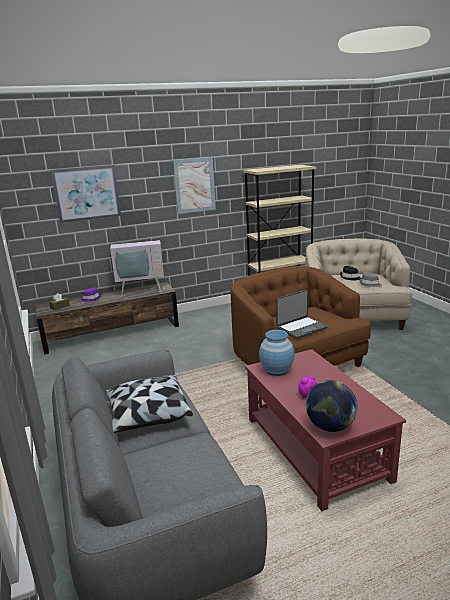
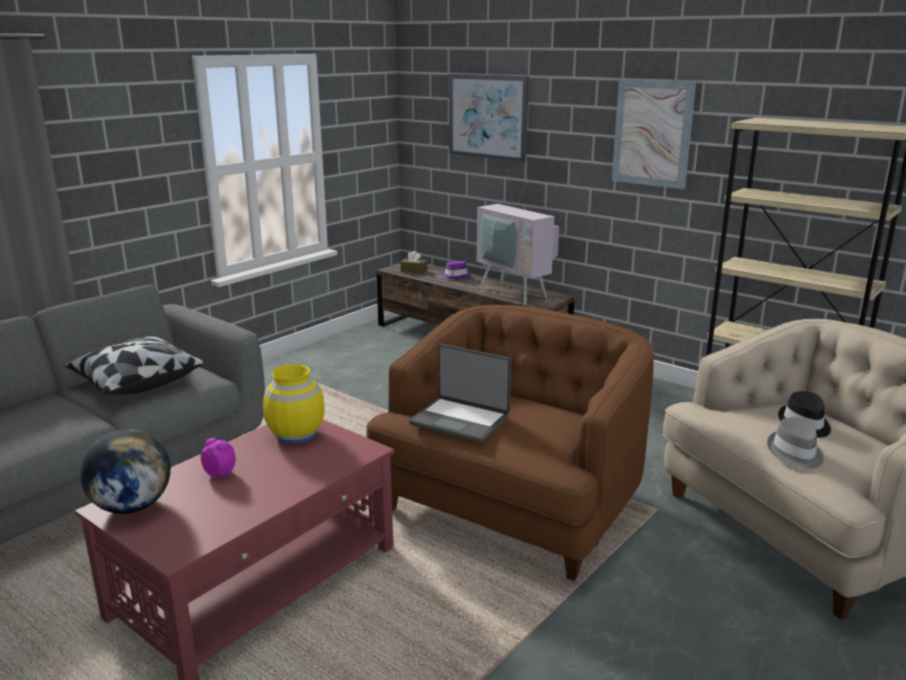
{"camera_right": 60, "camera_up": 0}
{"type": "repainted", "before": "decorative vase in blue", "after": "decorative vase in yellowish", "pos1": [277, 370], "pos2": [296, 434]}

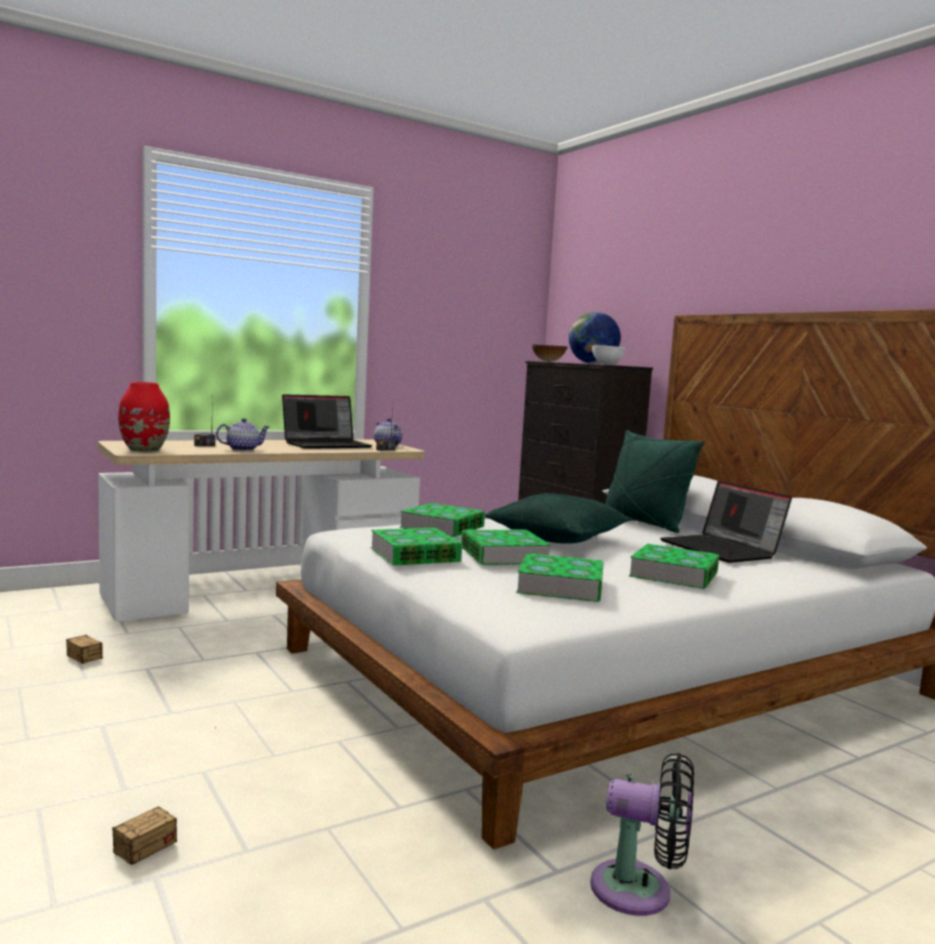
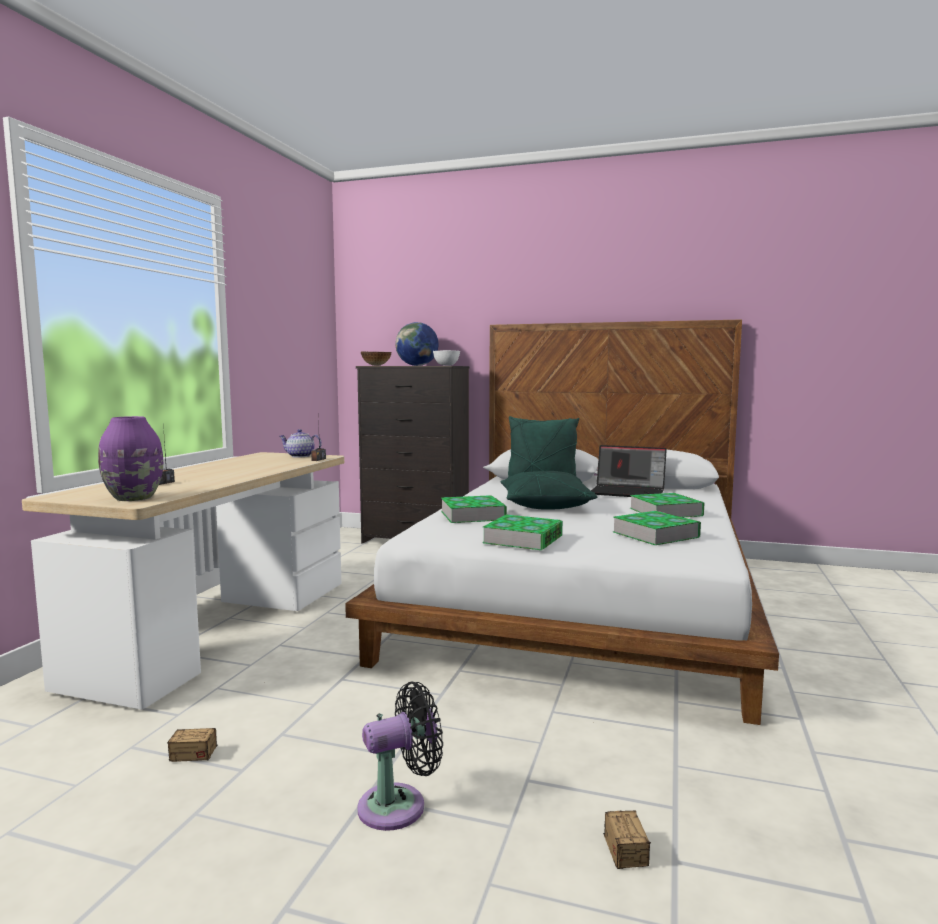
{"camera_right": -40, "camera_up": 0}
{"type": "repainted", "before": "decorative vase in red", "after": "decorative vase in purple", "pos1": [144, 450], "pos2": [134, 498]}
{"type": "gone", "before": "tea pot", "pos1": [243, 449]}
{"type": "gone", "before": "laptop", "pos1": [327, 445]}
{"type": "gone", "before": "bound book", "pos1": [503, 555]}
{"type": "shifted", "before": "fan in blackish", "pos1": [640, 891], "pos2": [399, 805]}

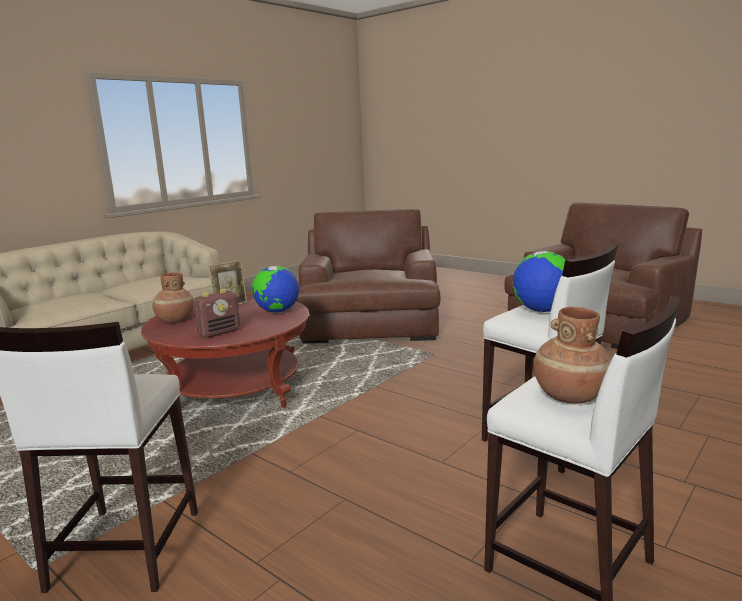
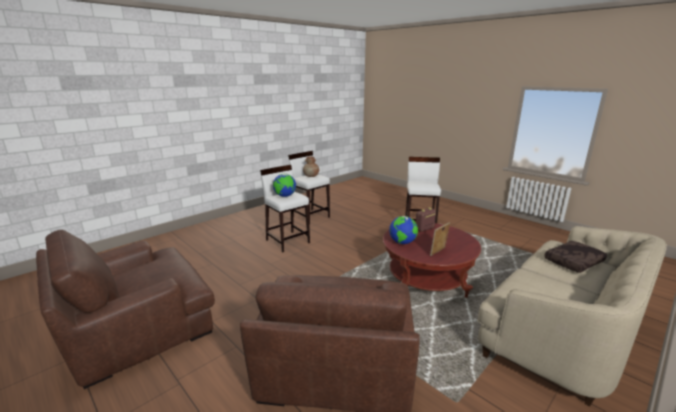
{"camera_right": -175, "camera_up": 5}
{"type": "gone", "before": "decorative vase in brown-coloured", "pos1": [175, 320]}
{"type": "new", "after": "pillow in brown-coloured", "pos2": [574, 262]}

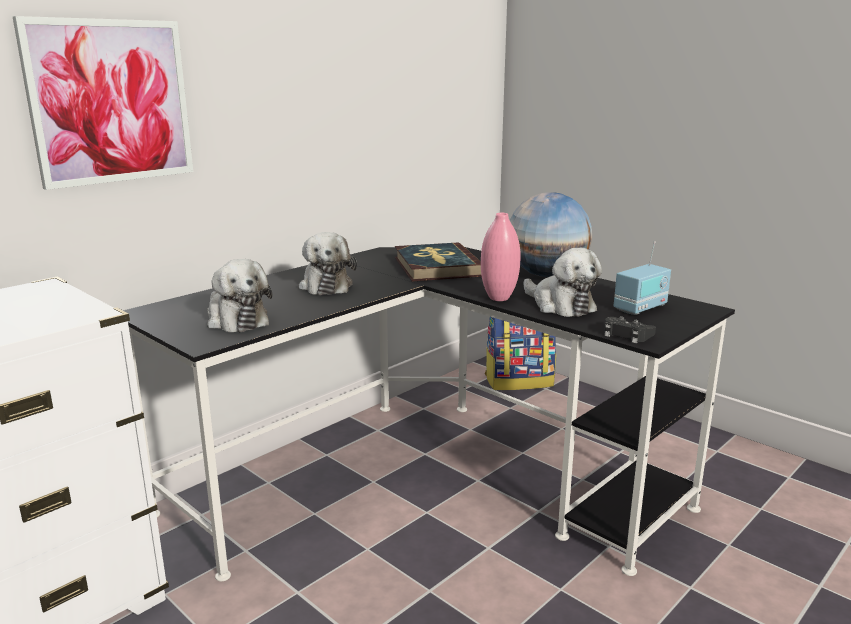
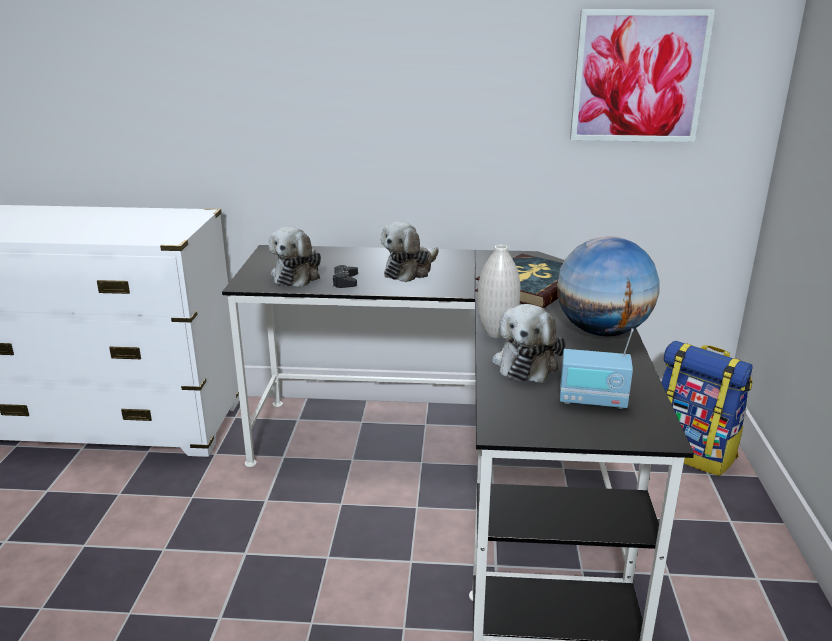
{"camera_right": 50, "camera_up": 5}
{"type": "shifted", "before": "wall picture", "pos1": [110, 102], "pos2": [638, 76]}
{"type": "repainted", "before": "decorative vase in pink", "after": "decorative vase in white-coloured", "pos1": [499, 298], "pos2": [496, 333]}
{"type": "shifted", "before": "game controller in blackish", "pos1": [626, 335], "pos2": [345, 281]}

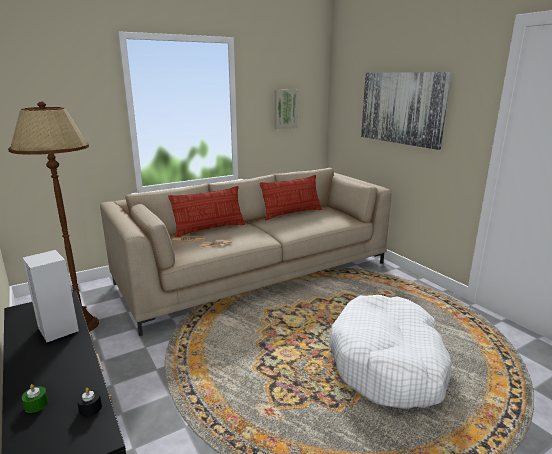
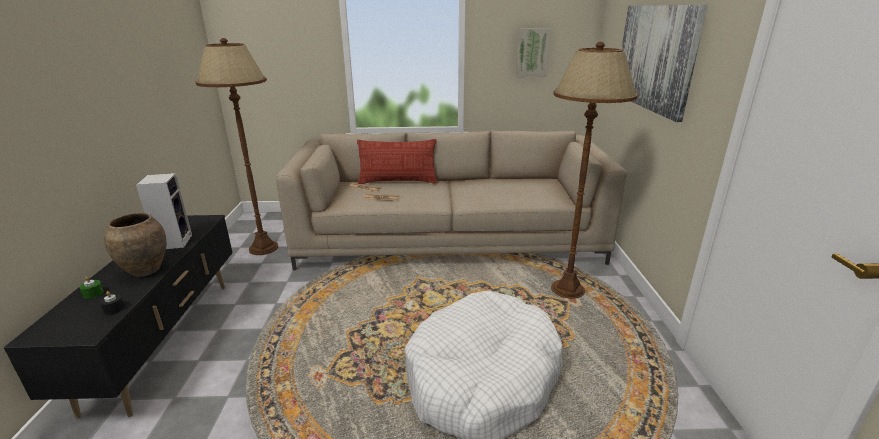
{"camera_right": 30, "camera_up": 5}
{"type": "gone", "before": "pillow", "pos1": [291, 213]}
{"type": "new", "after": "decorative vase in brown-coloured", "pos2": [145, 271]}
{"type": "new", "after": "standard lamp in brown-coloured", "pos2": [568, 290]}

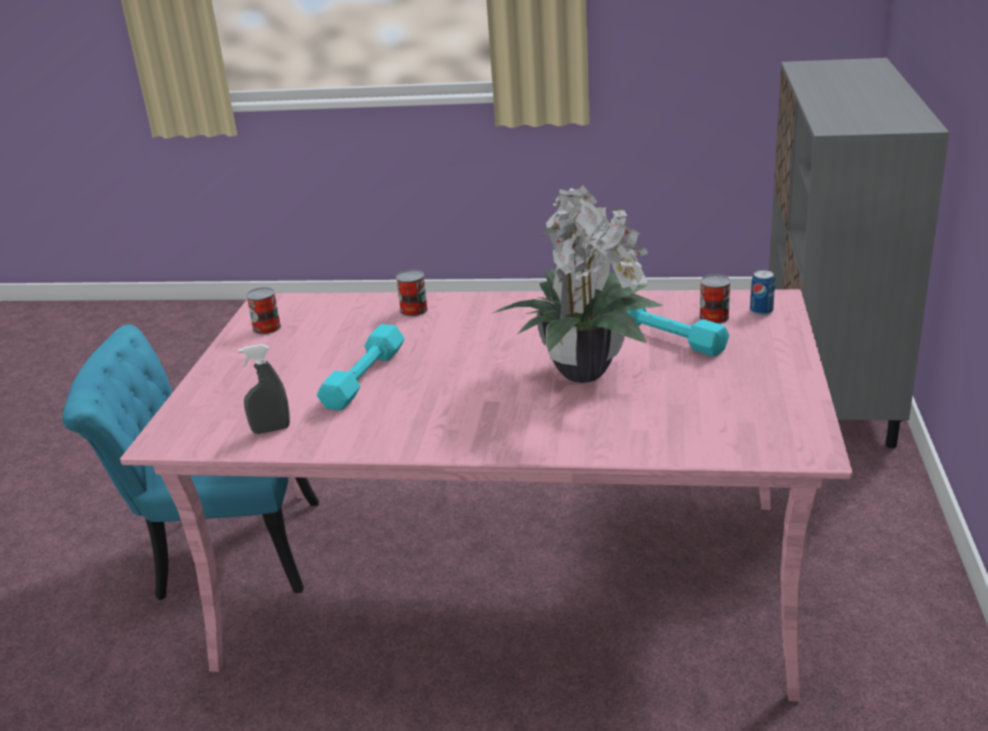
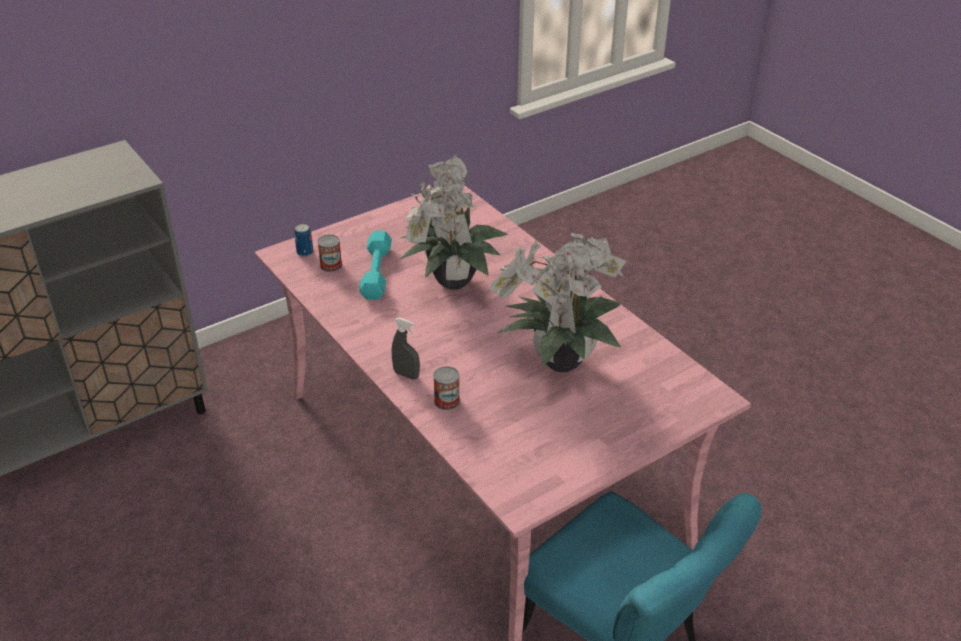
{"camera_right": -135, "camera_up": 10}
{"type": "shifted", "before": "sprayer in greyish", "pos1": [271, 430], "pos2": [406, 375]}
{"type": "gone", "before": "metal can", "pos1": [267, 328]}
{"type": "swapped", "before": "hand weight in turquoise", "after": "houseplant", "pos1": [364, 378], "pos2": [557, 362]}

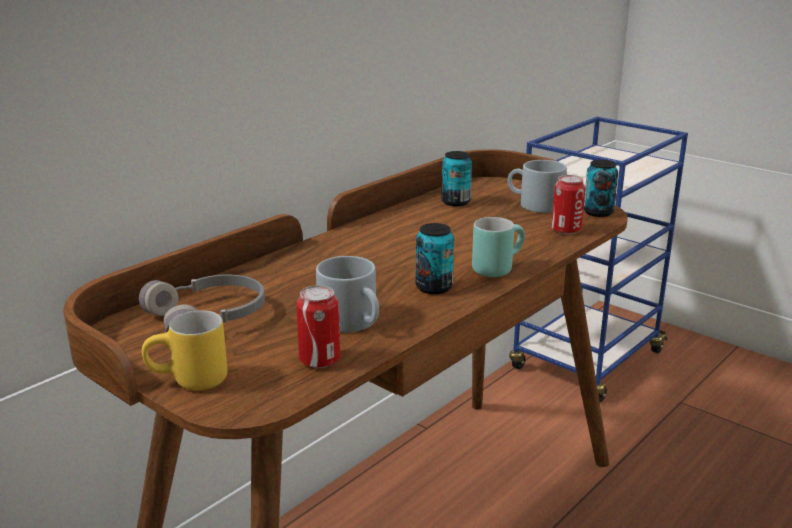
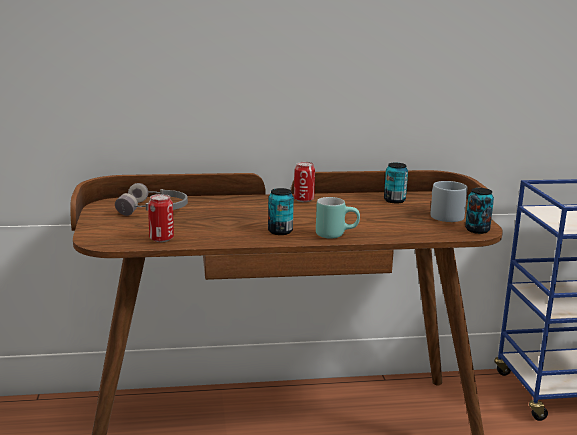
{"camera_right": 40, "camera_up": -5}
{"type": "gone", "before": "tea mug in yellowish", "pos1": [189, 383]}
{"type": "gone", "before": "tea mug in greyish", "pos1": [354, 322]}
{"type": "shifted", "before": "metal can", "pos1": [566, 230], "pos2": [303, 199]}

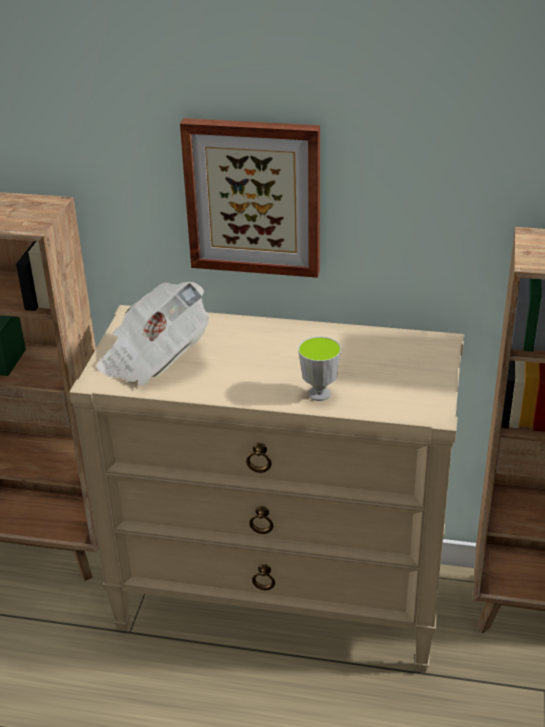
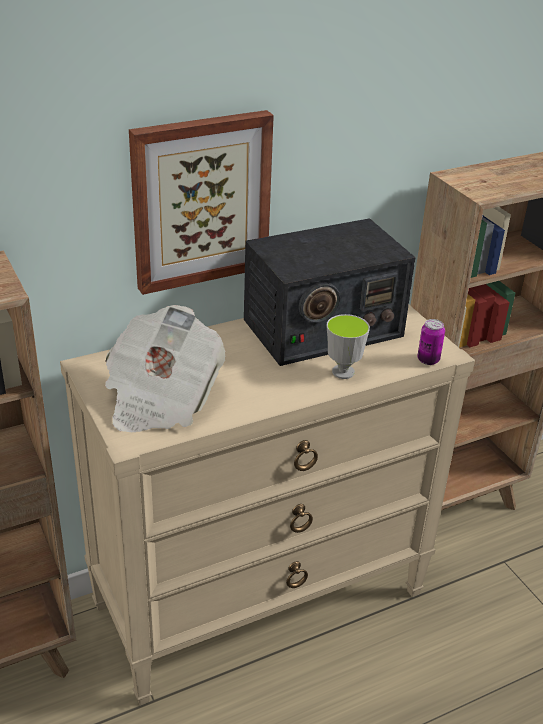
{"camera_right": -40, "camera_up": 0}
{"type": "new", "after": "radio receiver", "pos2": [322, 328]}
{"type": "new", "after": "metal can", "pos2": [428, 360]}

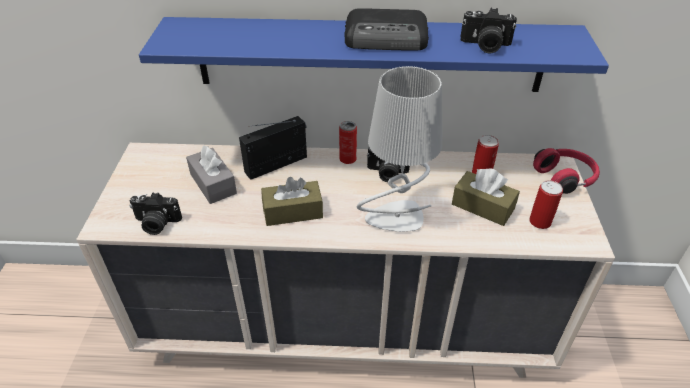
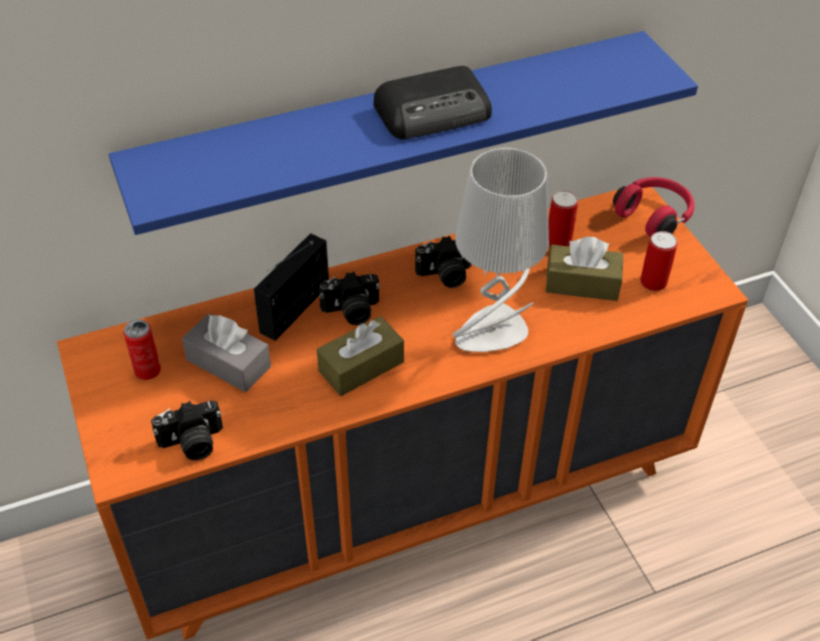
{"camera_right": -25, "camera_up": 5}
{"type": "repainted", "before": "chest of drawers in beige", "after": "chest of drawers in orange", "pos1": [346, 326], "pos2": [409, 494]}
{"type": "shifted", "before": "metal can", "pos1": [347, 159], "pos2": [148, 371]}
{"type": "shifted", "before": "photo camera", "pos1": [485, 46], "pos2": [351, 311]}

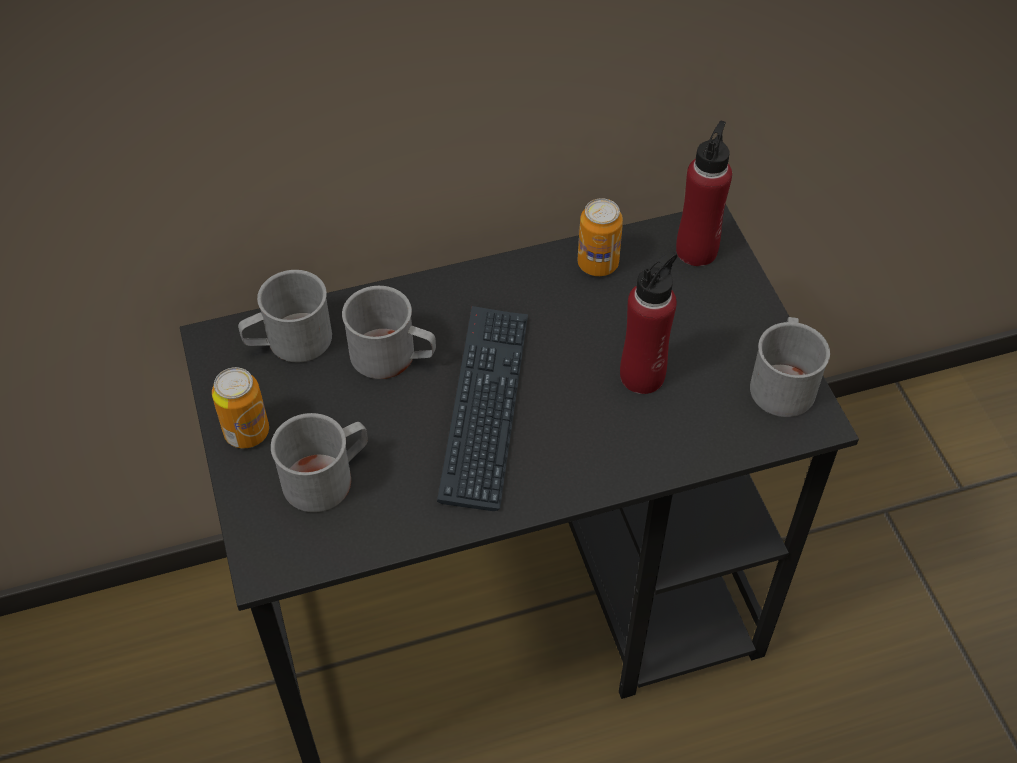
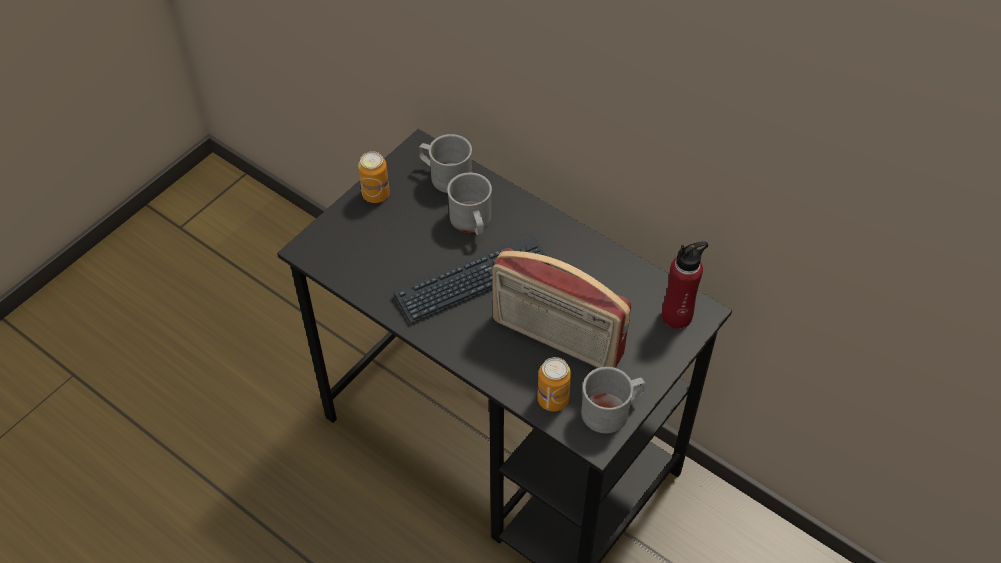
{"camera_right": 55, "camera_up": 0}
{"type": "gone", "before": "tea mug in greyish", "pos1": [327, 477]}
{"type": "shifted", "before": "metal can", "pos1": [598, 264], "pos2": [553, 399]}
{"type": "swapped", "before": "bottle in red", "after": "radio receiver", "pos1": [642, 376], "pos2": [556, 339]}

